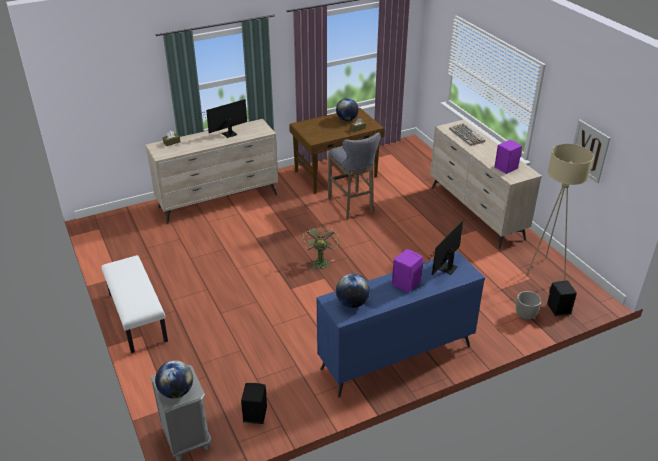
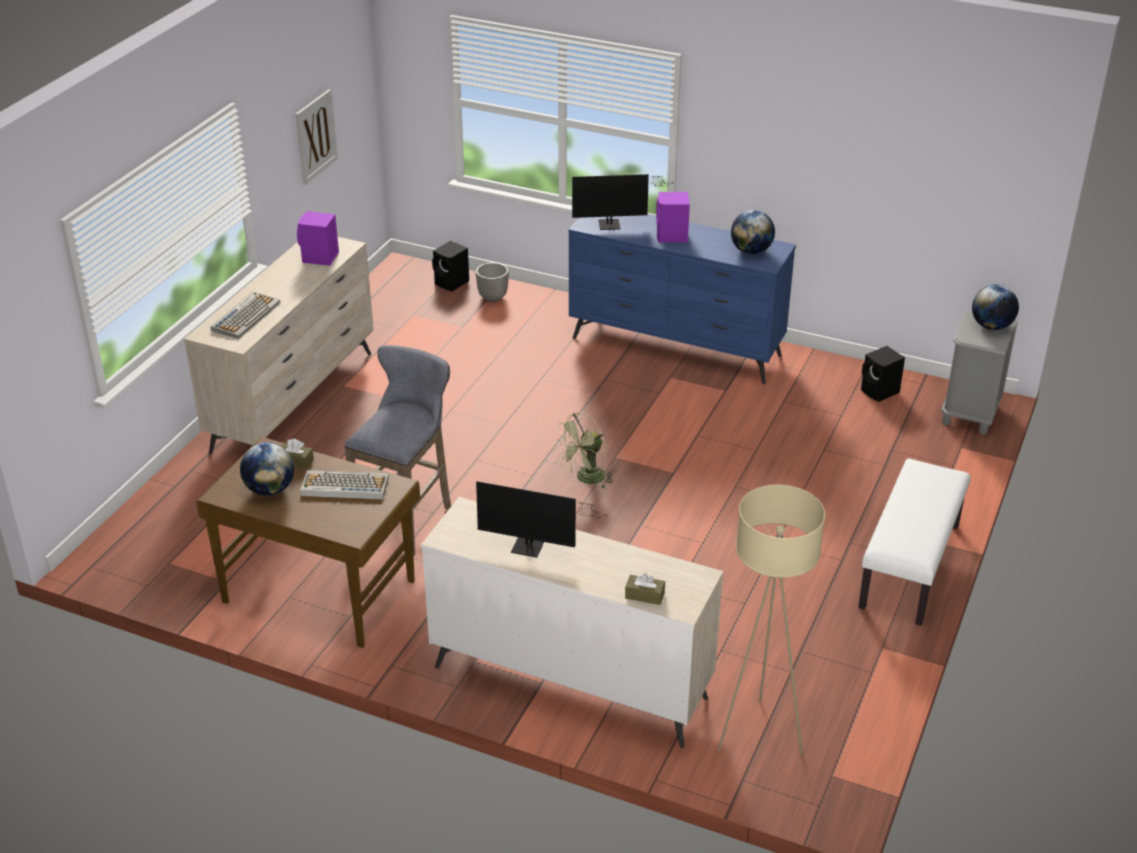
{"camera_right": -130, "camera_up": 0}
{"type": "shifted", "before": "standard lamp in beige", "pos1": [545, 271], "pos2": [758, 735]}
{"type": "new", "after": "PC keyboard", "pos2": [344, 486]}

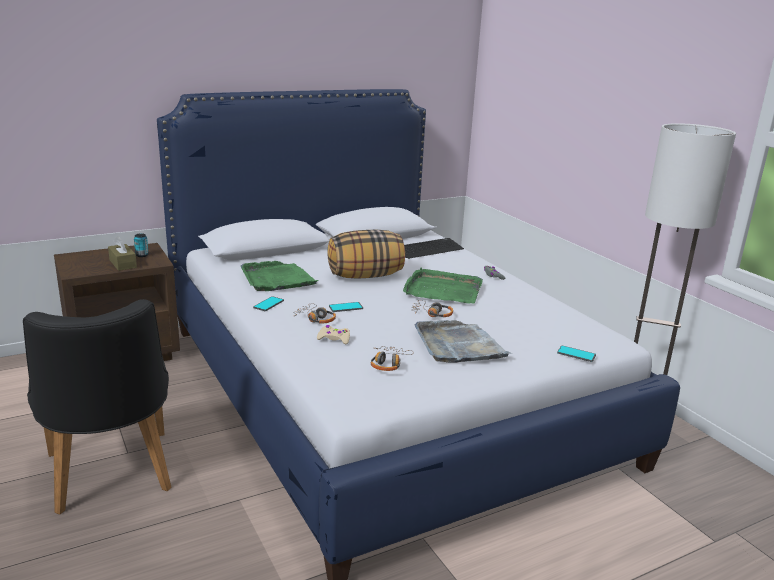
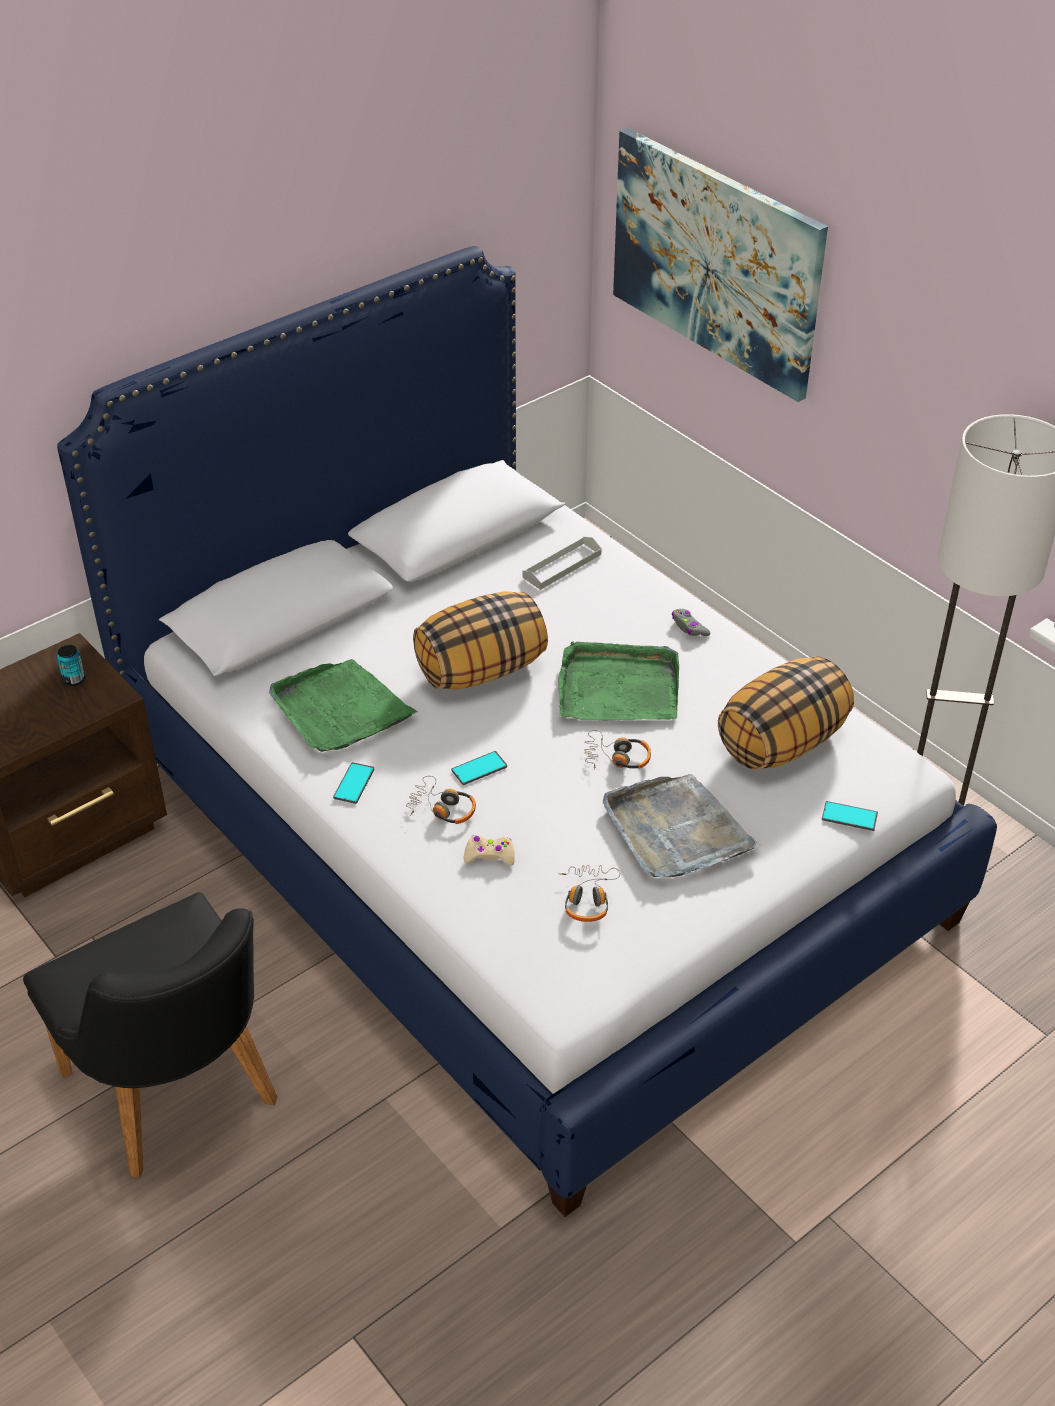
{"camera_right": -10, "camera_up": 20}
{"type": "gone", "before": "box of tissues in brown-coloured", "pos1": [123, 264]}
{"type": "swapped", "before": "PC keyboard", "after": "tray in greyish", "pos1": [427, 249], "pos2": [562, 566]}
{"type": "new", "after": "wall picture", "pos2": [716, 261]}
{"type": "new", "after": "pillow", "pos2": [781, 742]}

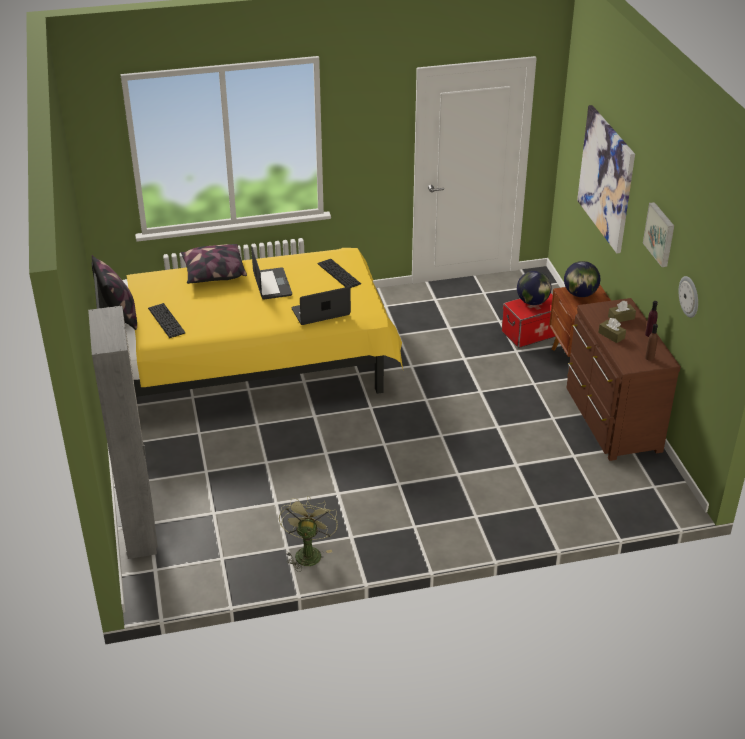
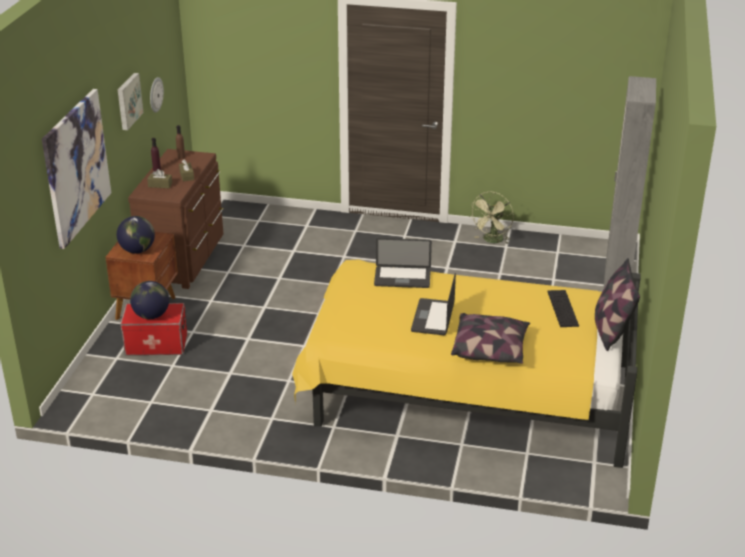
{"camera_right": -155, "camera_up": -5}
{"type": "gone", "before": "PC keyboard", "pos1": [339, 273]}

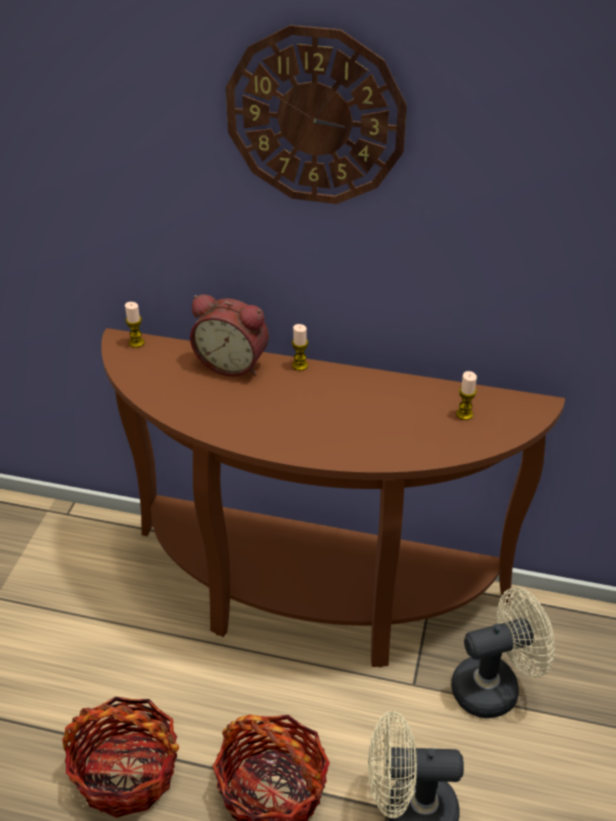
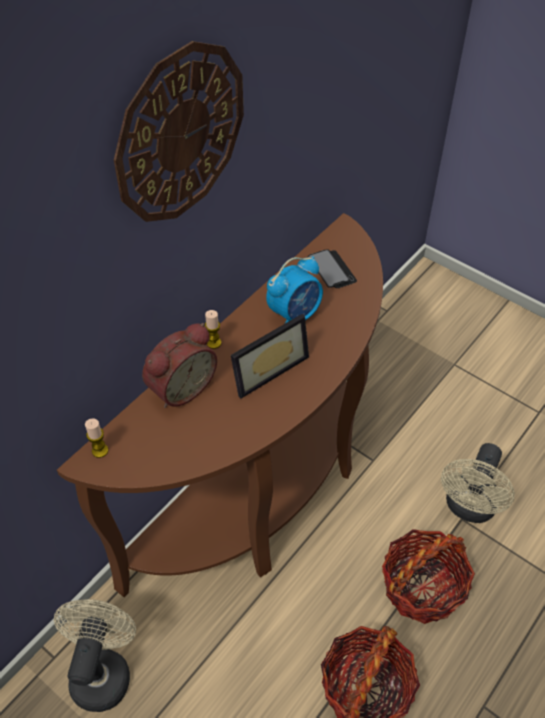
{"camera_right": -65, "camera_up": 10}
{"type": "shifted", "before": "fan in beige", "pos1": [495, 687], "pos2": [102, 670]}
{"type": "swapped", "before": "wax candle", "after": "handset", "pos1": [464, 414], "pos2": [331, 270]}
{"type": "new", "after": "photo frame", "pos2": [266, 368]}
{"type": "new", "after": "bedside clock", "pos2": [295, 314]}

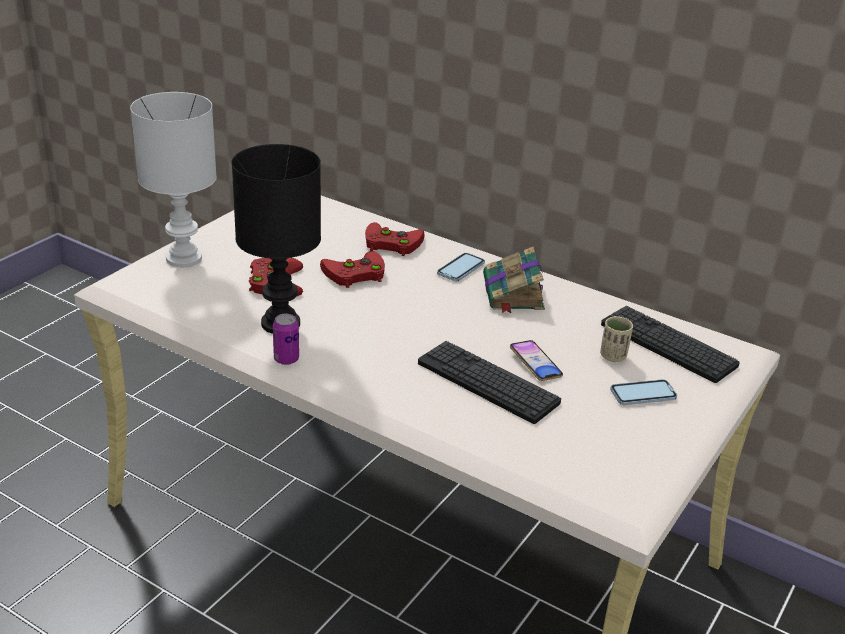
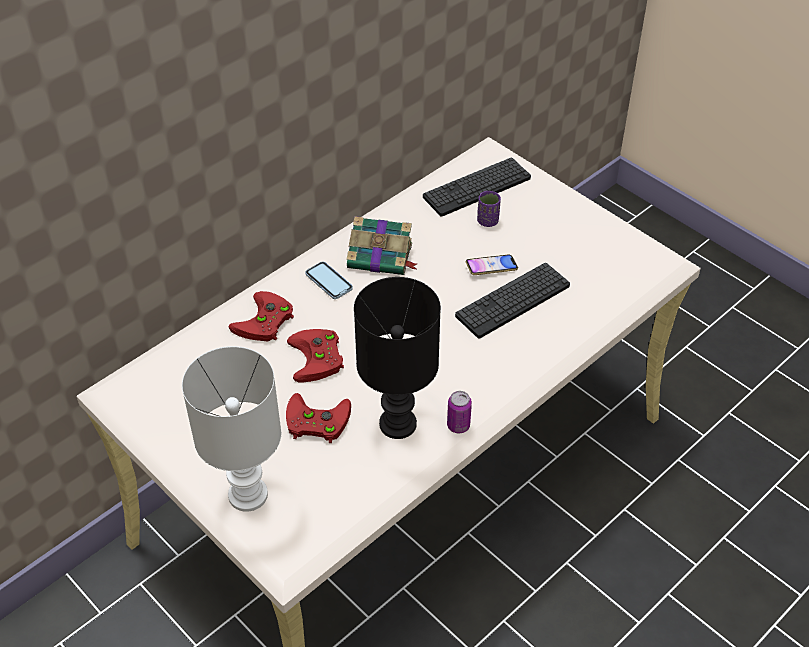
{"camera_right": -75, "camera_up": 15}
{"type": "repainted", "before": "cup in beige", "after": "cup in purple", "pos1": [613, 356], "pos2": [487, 221]}
{"type": "gone", "before": "handset", "pos1": [643, 394]}

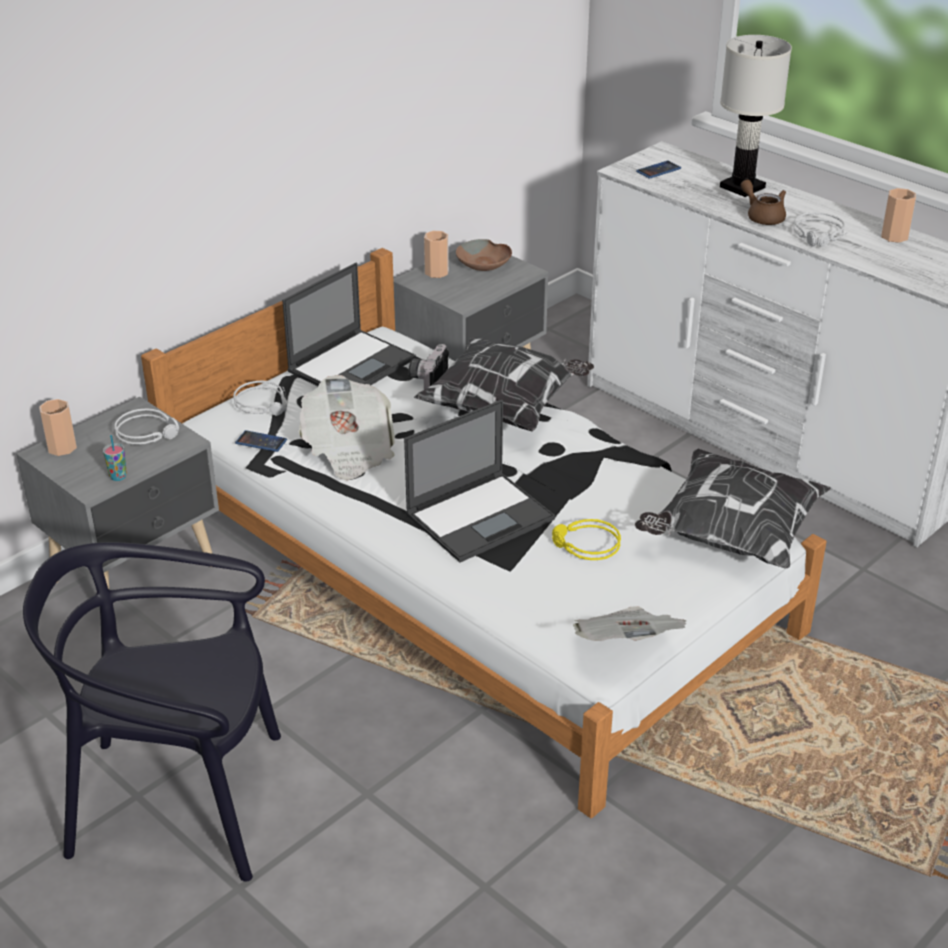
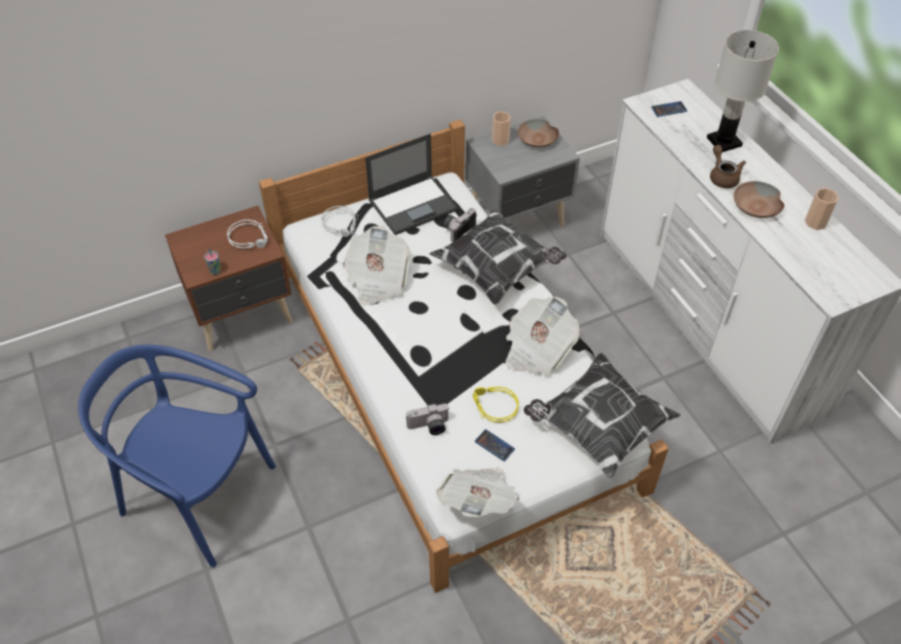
{"camera_right": 20, "camera_up": 15}
{"type": "repainted", "before": "night table in greyish", "after": "night table in brown-coloured", "pos1": [138, 574], "pos2": [243, 315]}
{"type": "repainted", "before": "plain chair in blackish", "after": "plain chair in blue", "pos1": [179, 802], "pos2": [198, 495]}
{"type": "gone", "before": "cup", "pos1": [62, 447]}
{"type": "shifted", "before": "handset", "pos1": [261, 442], "pos2": [494, 445]}
{"type": "gone", "before": "laptop", "pos1": [481, 516]}
{"type": "swapped", "before": "headphones in greyish", "after": "deep dish in brown-coloured", "pos1": [819, 235], "pos2": [756, 207]}
{"type": "new", "after": "photo camera", "pos2": [429, 427]}
{"type": "new", "after": "newspaper", "pos2": [537, 349]}

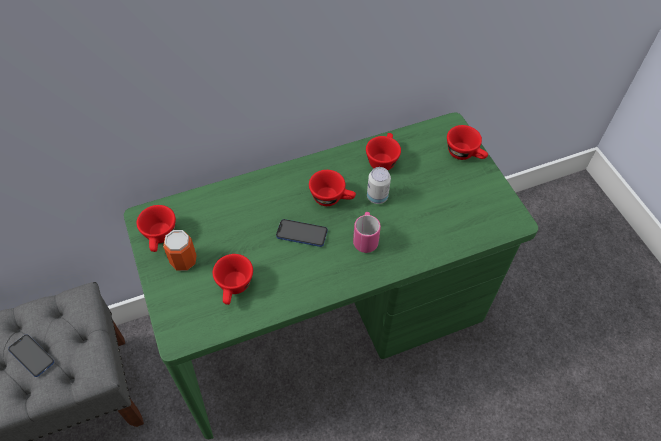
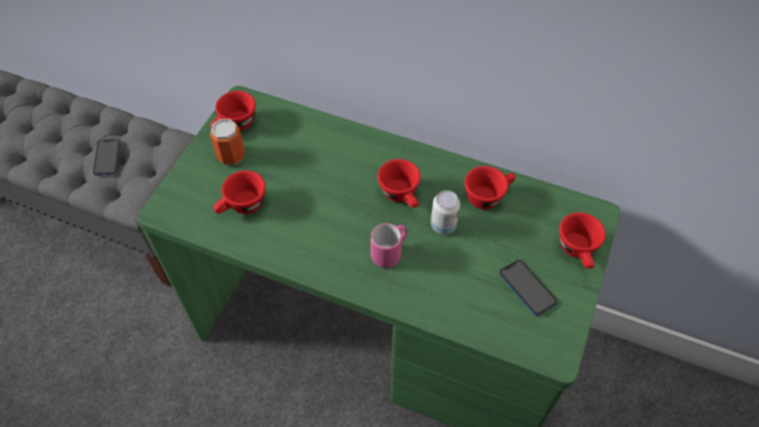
{"camera_right": 45, "camera_up": 0}
{"type": "shifted", "before": "handset", "pos1": [302, 233], "pos2": [527, 288]}

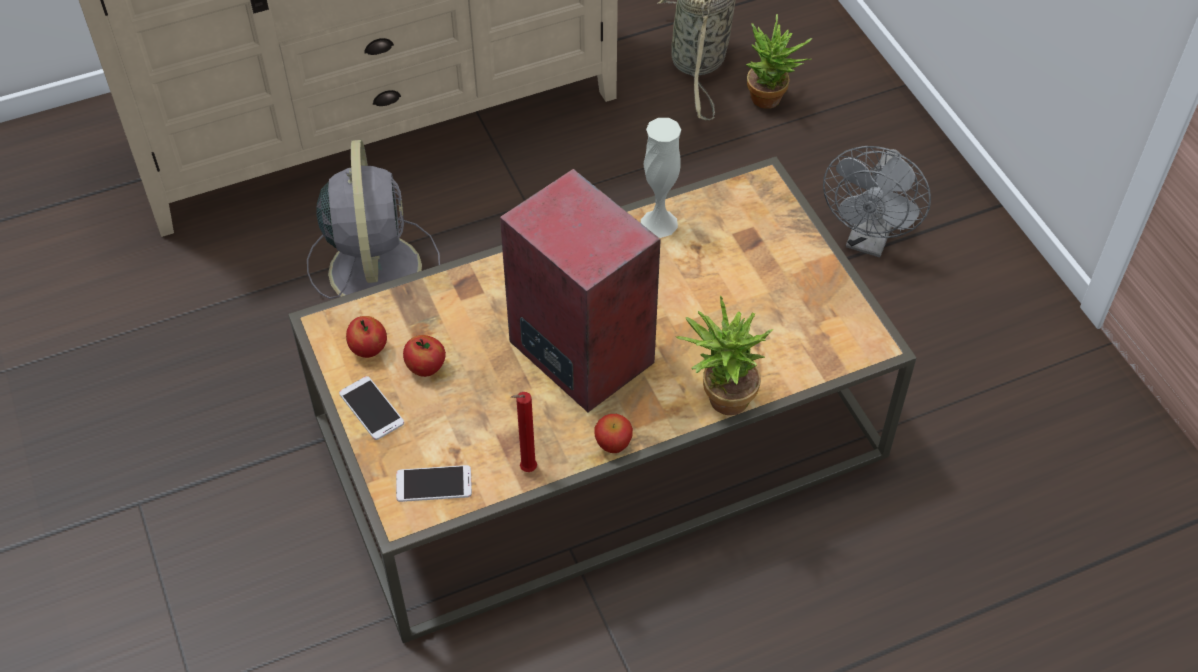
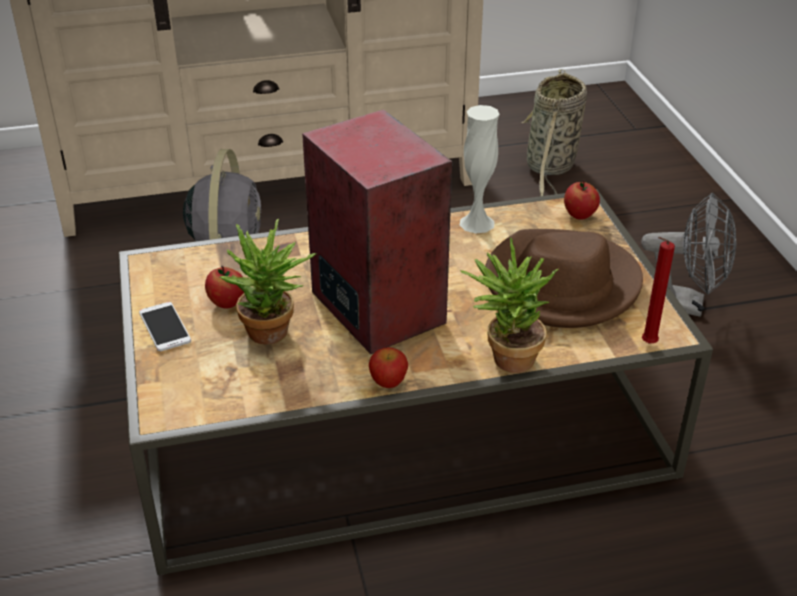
{"camera_right": 10, "camera_up": -15}
{"type": "shifted", "before": "apple fruit", "pos1": [369, 349], "pos2": [580, 215]}
{"type": "gone", "before": "handset", "pos1": [433, 484]}
{"type": "shifted", "before": "wax candle in red", "pos1": [526, 470], "pos2": [646, 344]}
{"type": "shifted", "before": "houseplant", "pos1": [771, 101], "pos2": [273, 336]}
{"type": "rotated", "before": "fan in greyish", "pos1": [868, 240], "pos2": [684, 304], "turn": -105}
{"type": "new", "after": "hat in brown-coloured", "pos2": [560, 284]}

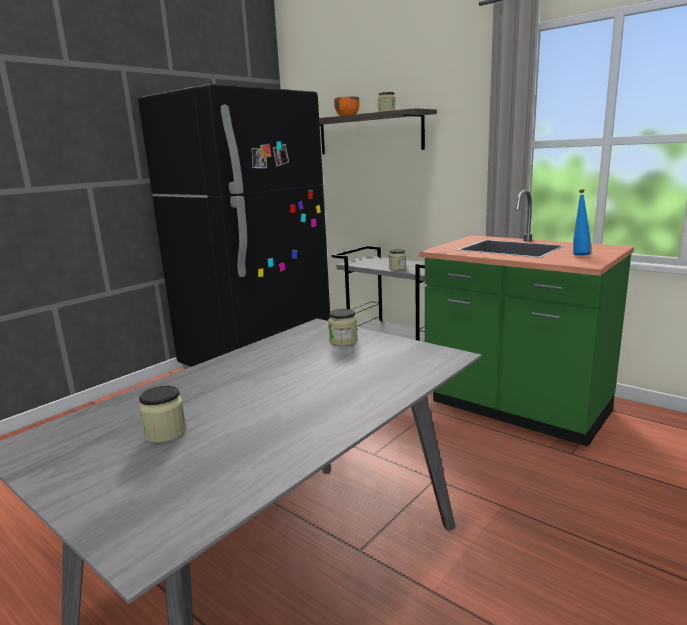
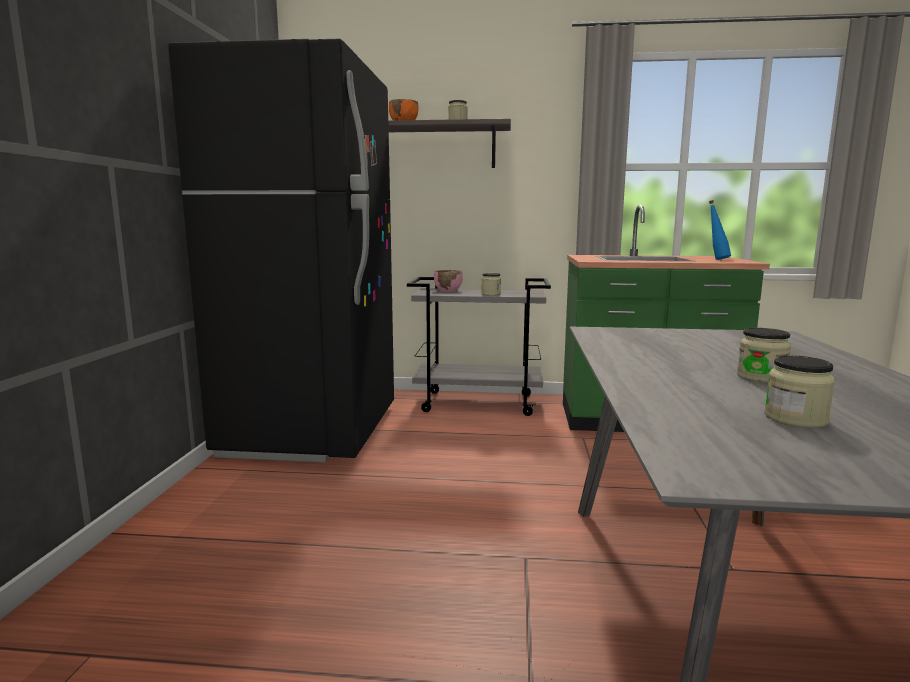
{"camera_right": -35, "camera_up": -5}
{"type": "shifted", "before": "preserve jar", "pos1": [343, 341], "pos2": [761, 377]}
{"type": "new", "after": "deep dish in pink", "pos2": [447, 290]}

